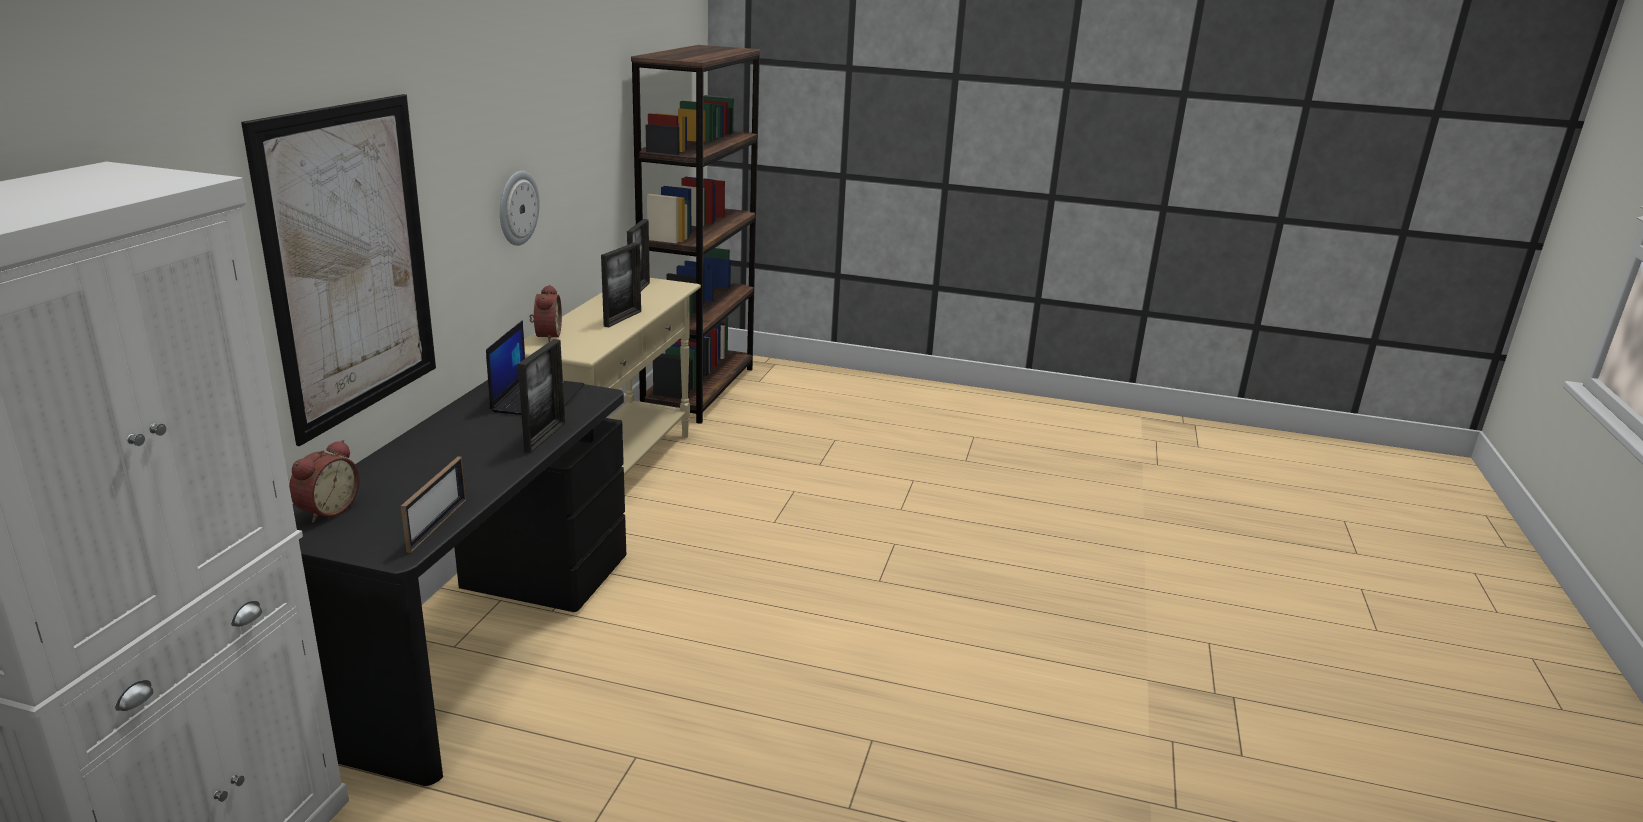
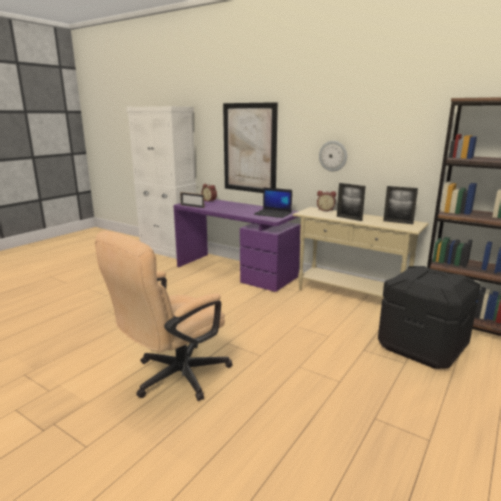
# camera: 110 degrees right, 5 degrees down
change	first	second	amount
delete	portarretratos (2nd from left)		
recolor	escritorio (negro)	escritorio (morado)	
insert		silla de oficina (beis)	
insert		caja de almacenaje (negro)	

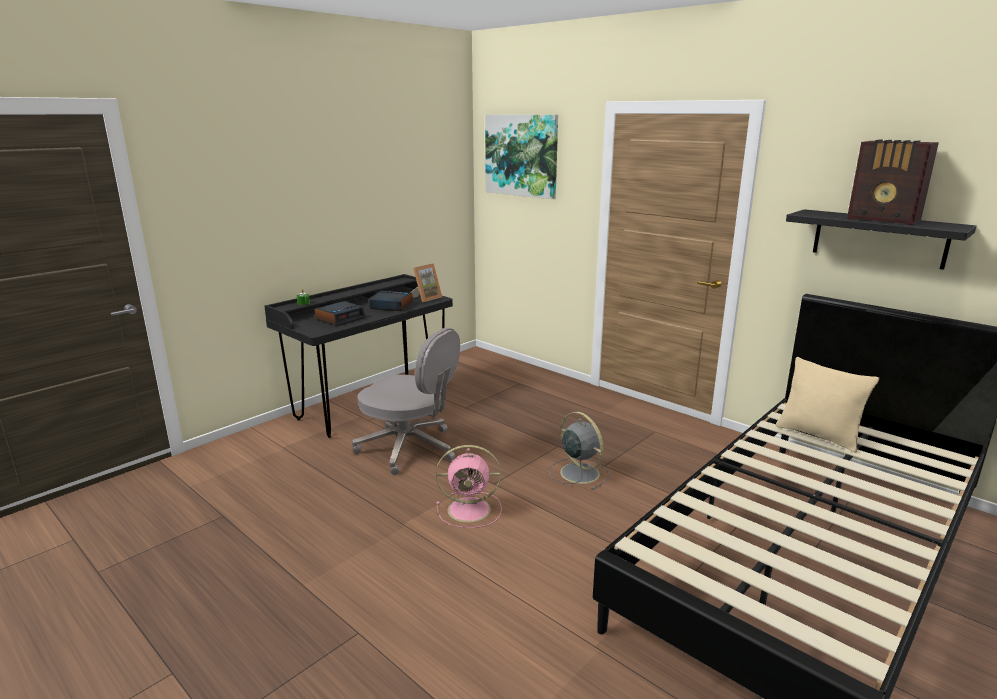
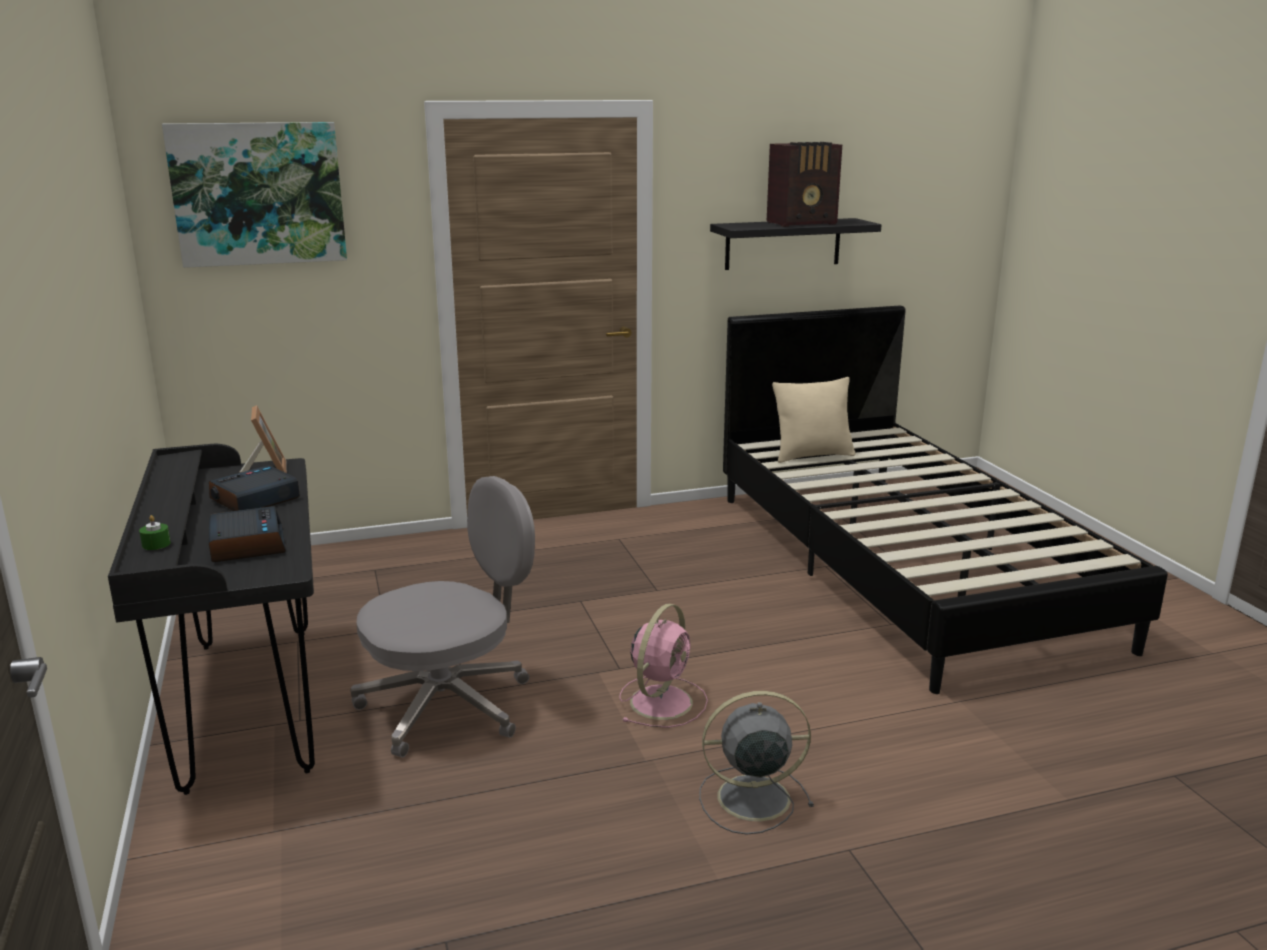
# camera: 60 degrees left, 0 degrees up
change	first	second	amount
move	ventilador (gris)		

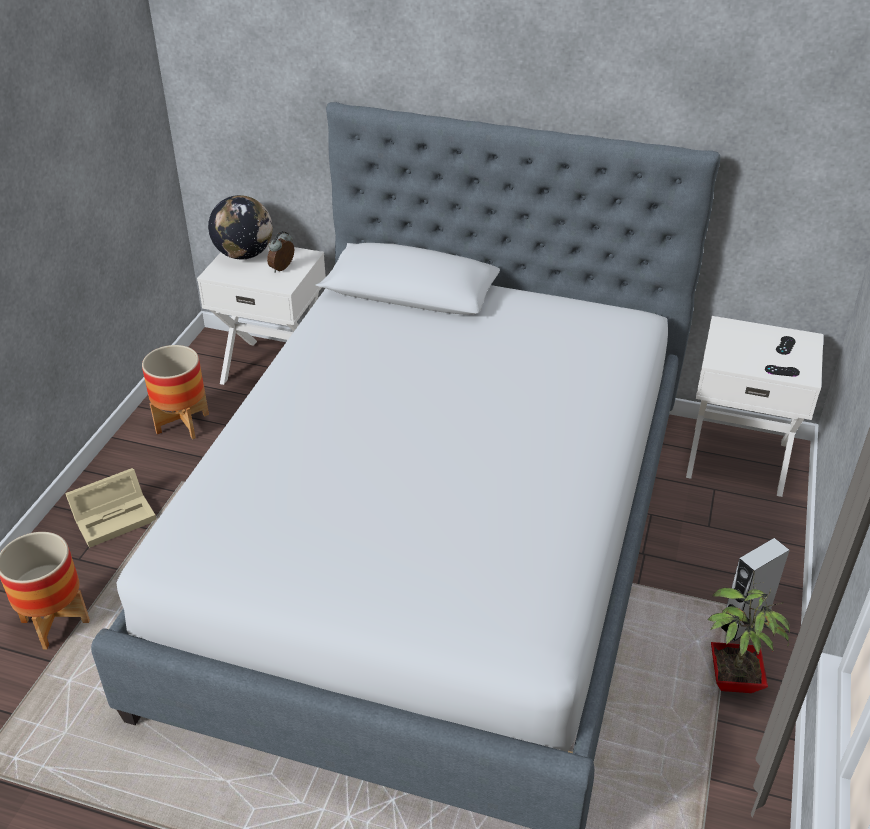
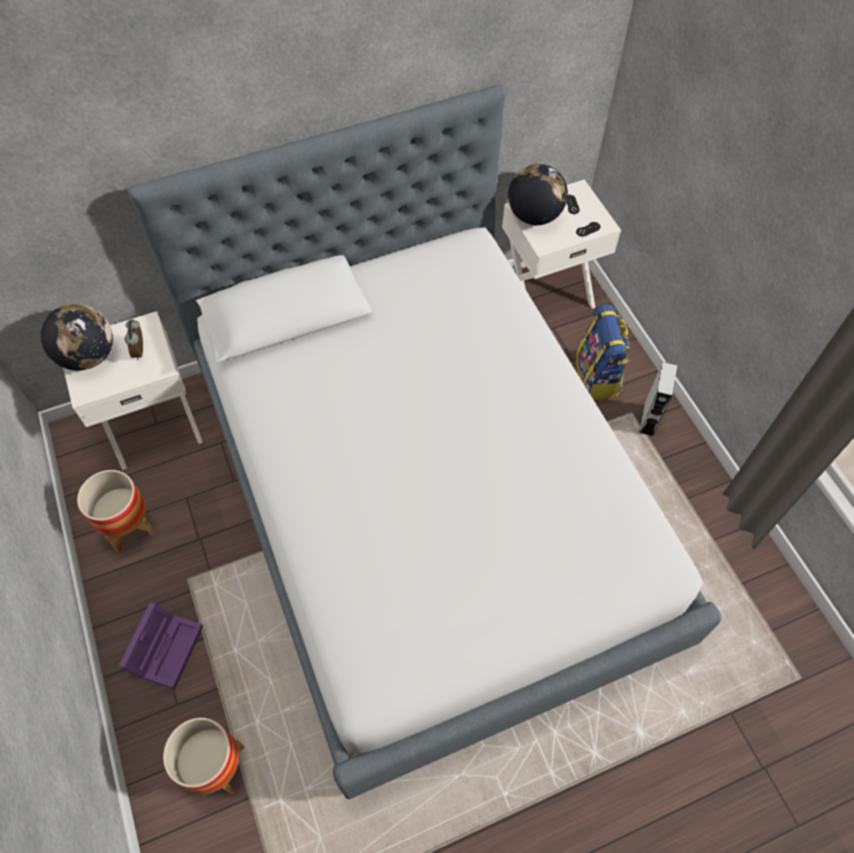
# camera: 40 degrees left, 20 degrees up
change	first	second	amount
recolor	caja de almacenaje (beis)	caja de almacenaje (morado)	
delete	planta en maceta		
insert		globo terráqueo (2nd from left)	
insert		mochila	

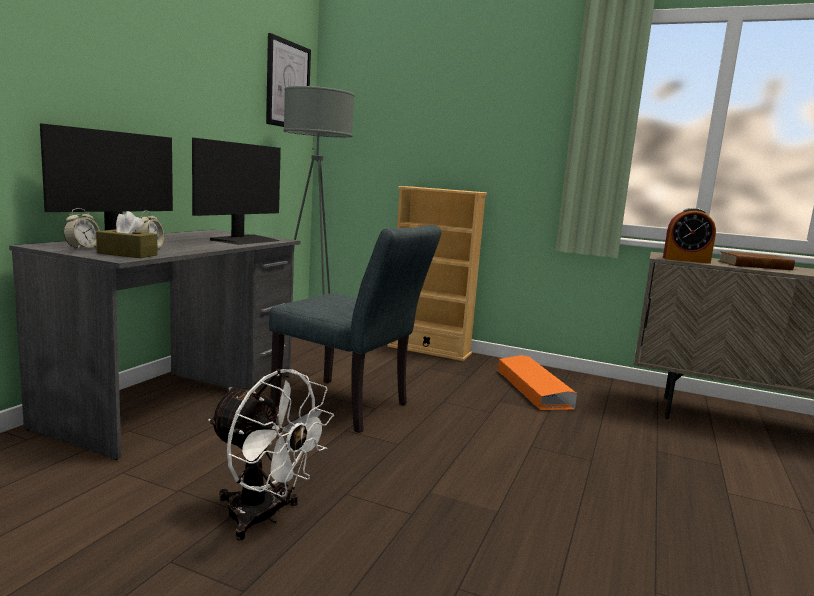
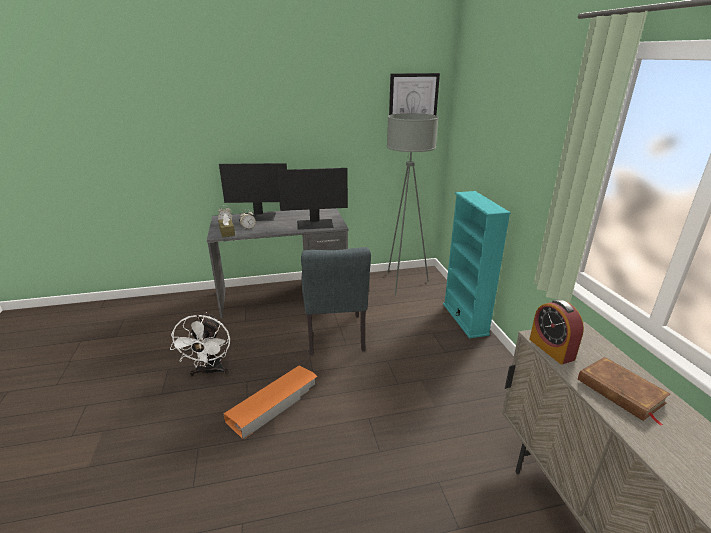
# camera: 55 degrees right, 15 degrees up
change	first	second	amount
recolor	estantería (beis)	estantería (turquesa)	
move	caja de almacenaje (naranja)		

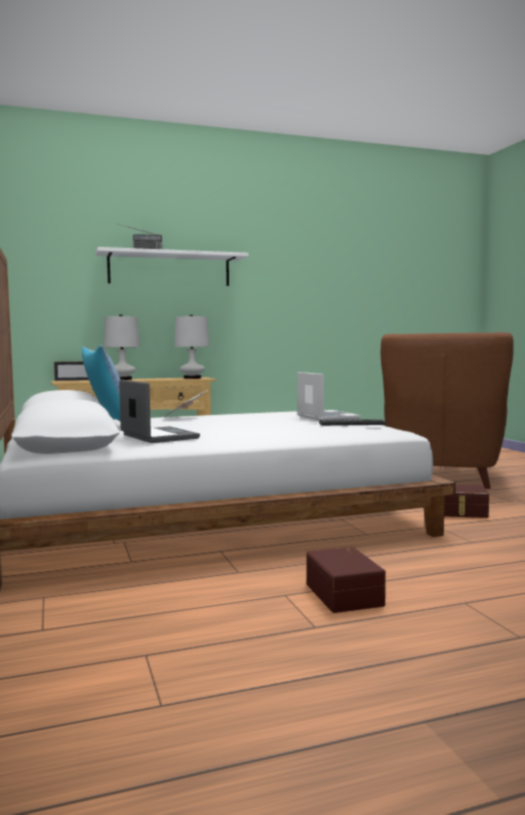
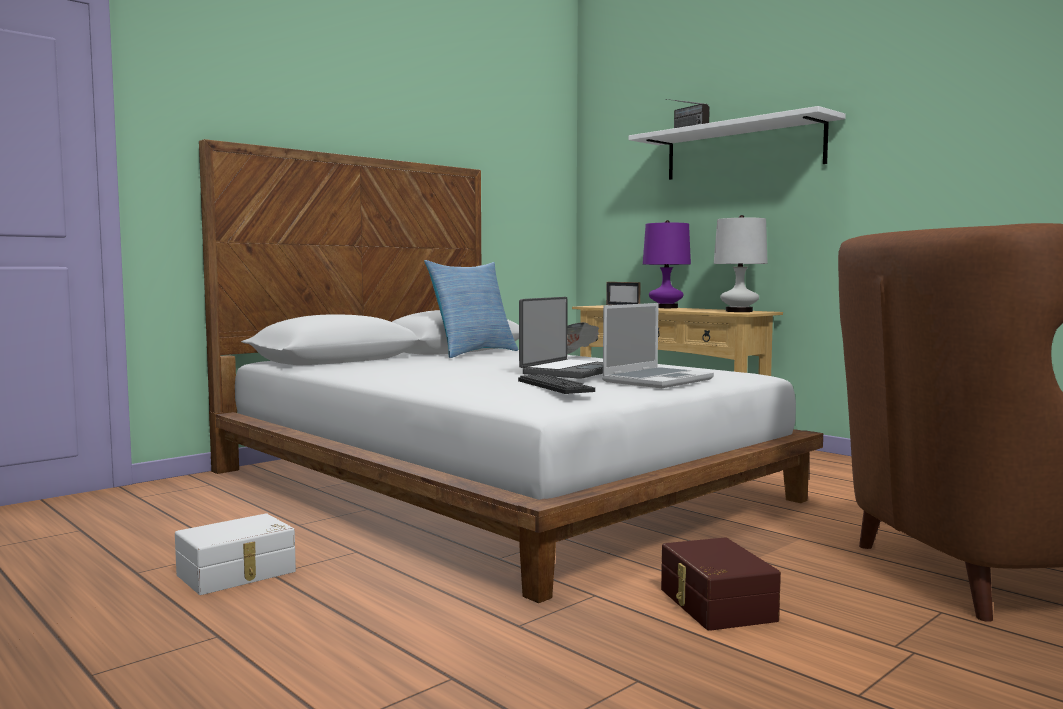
# camera: 65 degrees right, 0 degrees up
change	first	second	amount
recolor	lámpara de mesa (blanco) (1st from left)	lámpara de mesa (morado)	
move	portátil (1st from left)		
recolor	caja de almacenaje (marrón) (1st from left)	caja de almacenaje (blanco)	

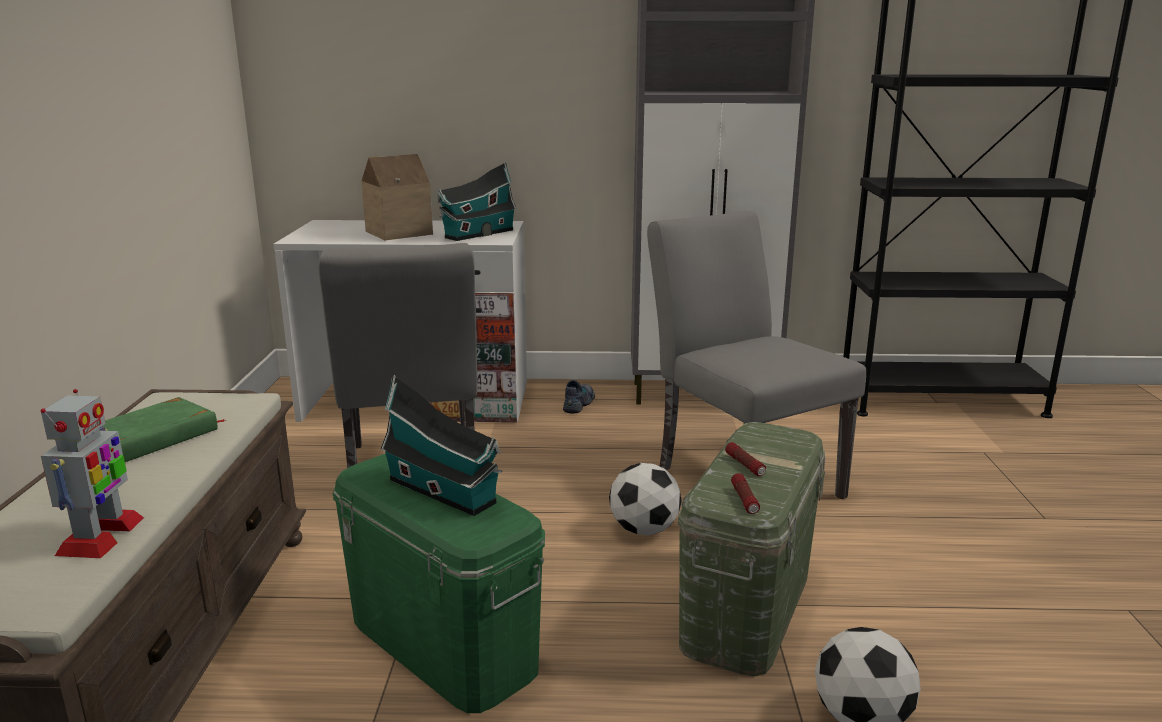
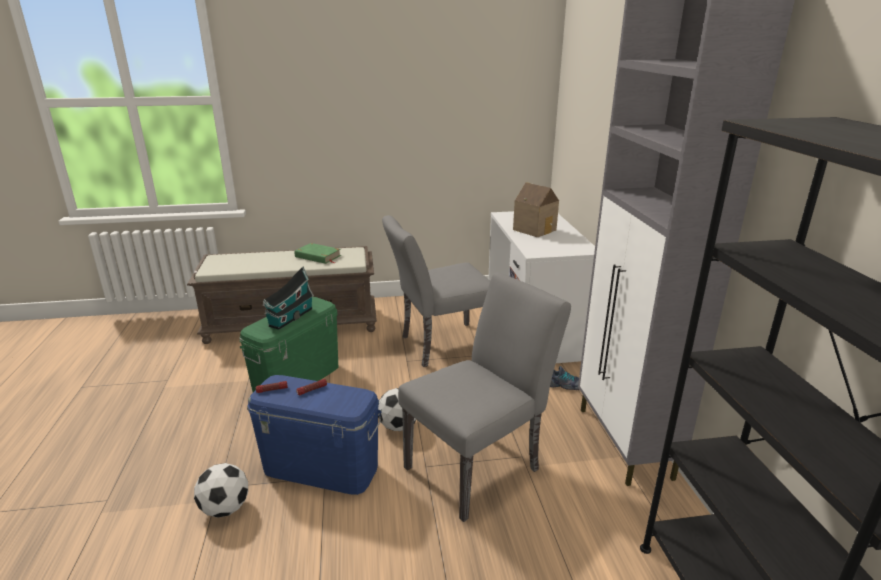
# camera: 80 degrees right, 5 degrees up
change	first	second	amount
delete	casita (3rd from left)		
delete	robot de juguete		
recolor	caja de almacenaje (verde) (2nd from left)	caja de almacenaje (azul)	

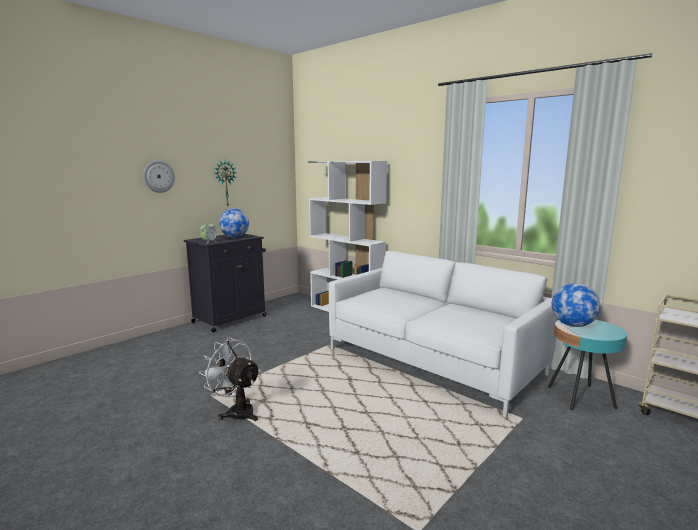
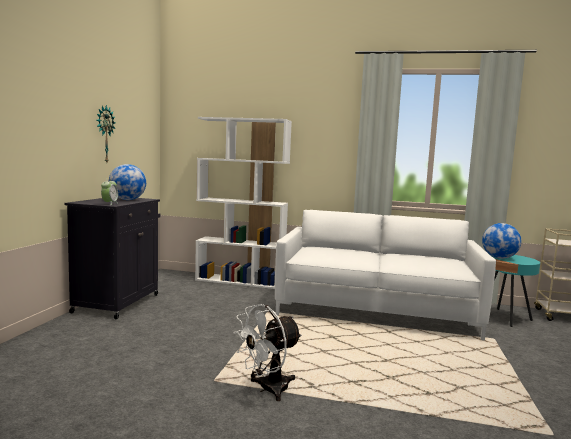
# camera: 30 degrees left, 5 degrees down
change	first	second	amount
delete	reloj de pared (1st from left)		
rotate	ventilador (blanco)		45 degrees counterclockwise

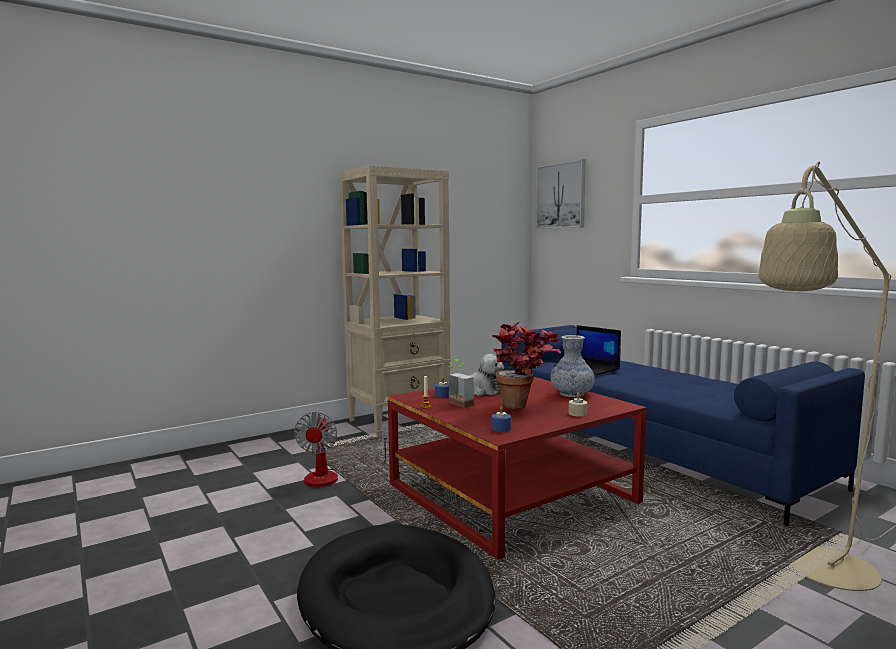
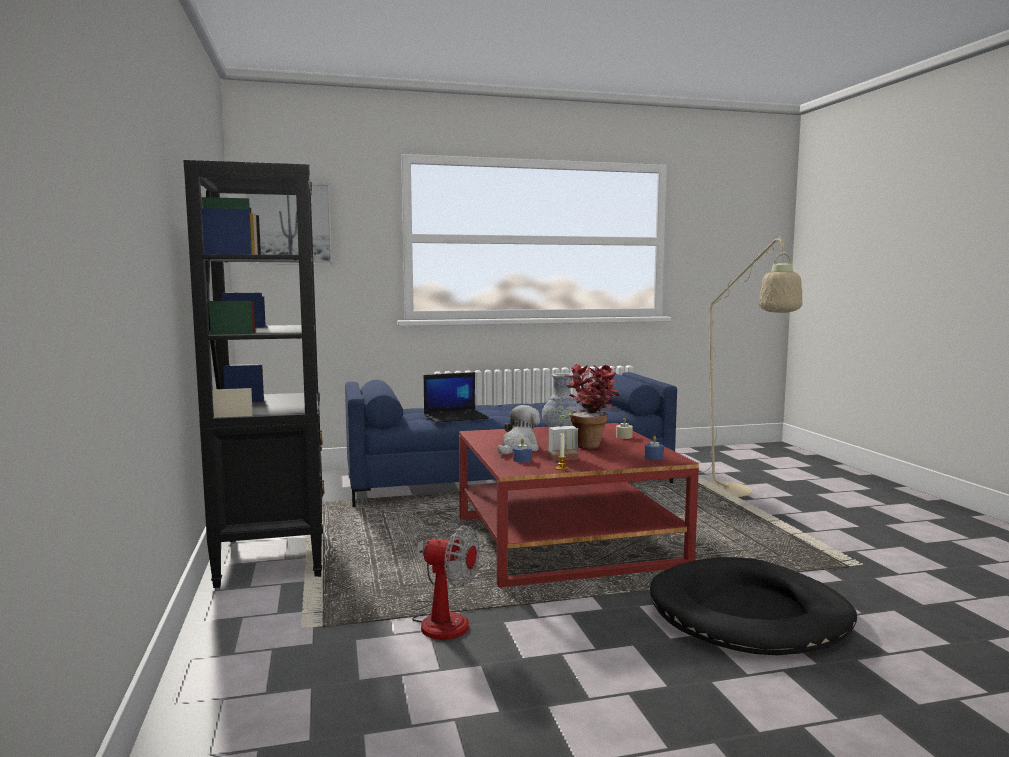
# camera: 70 degrees left, 0 degrees up
change	first	second	amount
recolor	estantería (beis)	estantería (negro)	

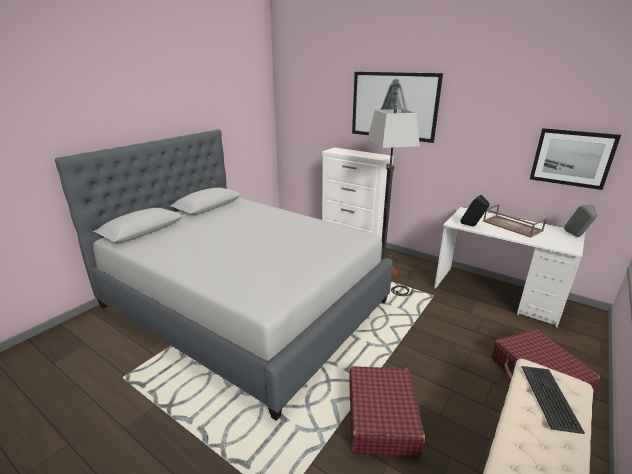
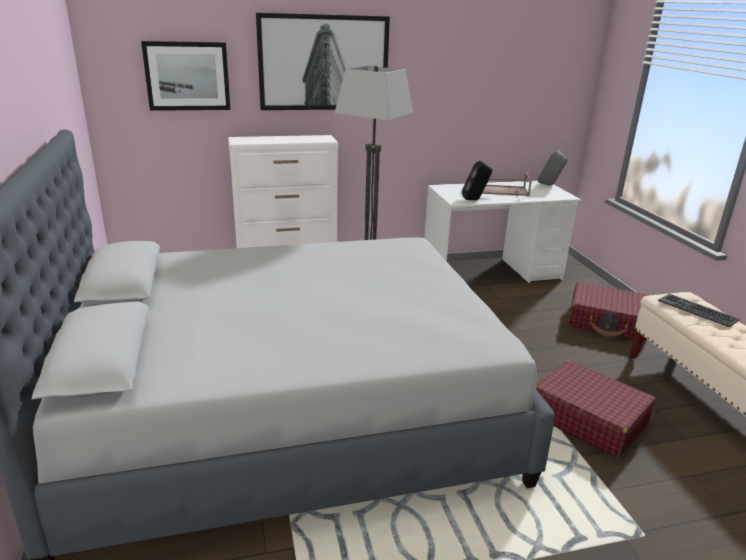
# camera: 50 degrees left, 0 degrees up
change	first	second	amount
move	cuadro (2nd from left in the first image)	cuadro (1st from left)	

